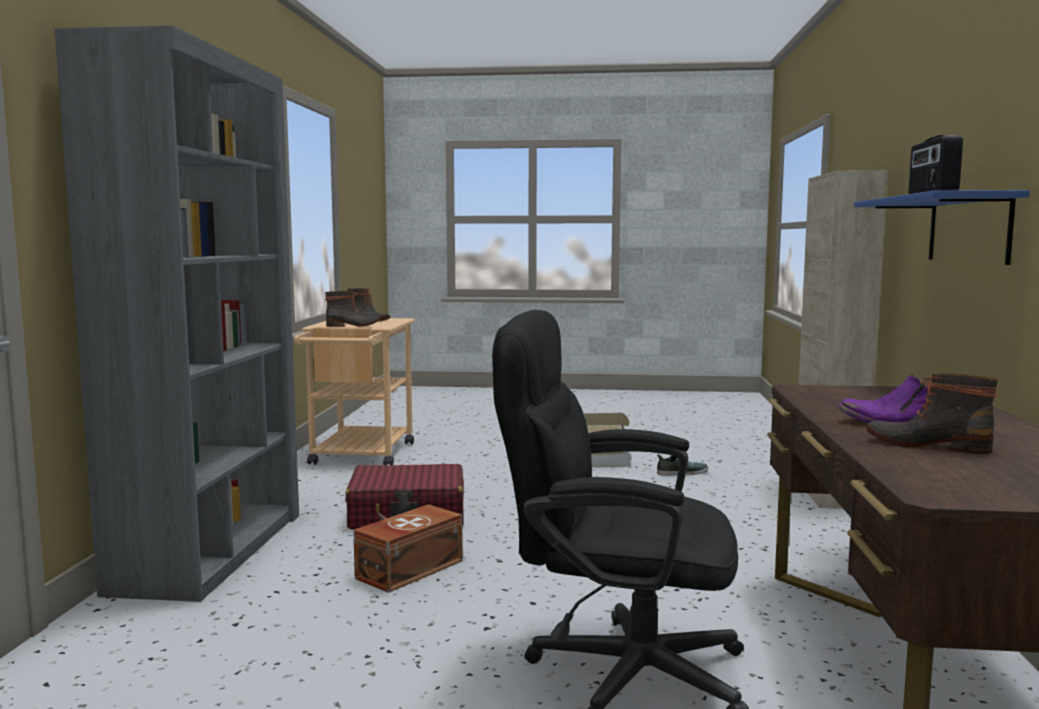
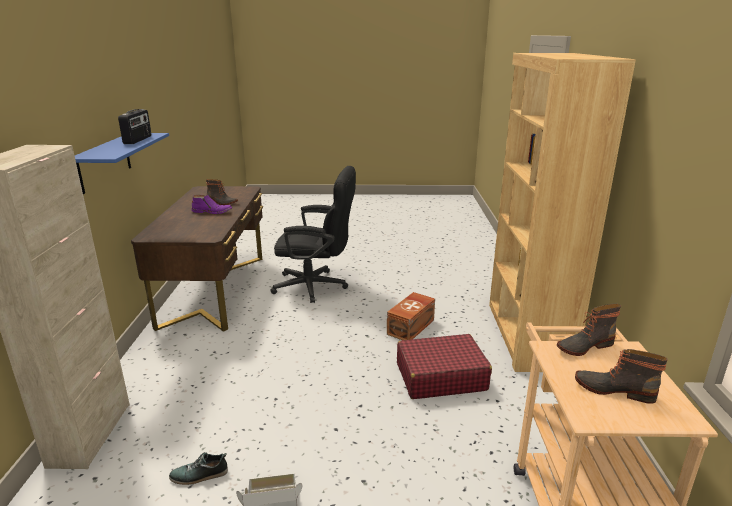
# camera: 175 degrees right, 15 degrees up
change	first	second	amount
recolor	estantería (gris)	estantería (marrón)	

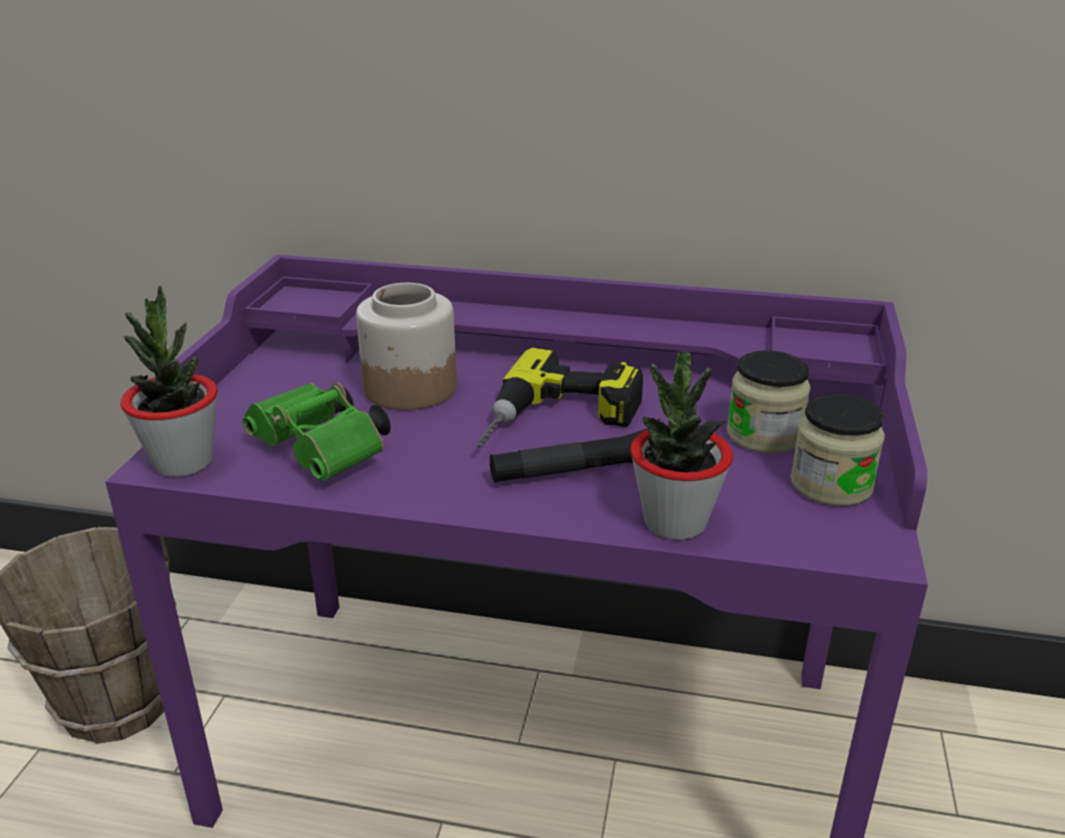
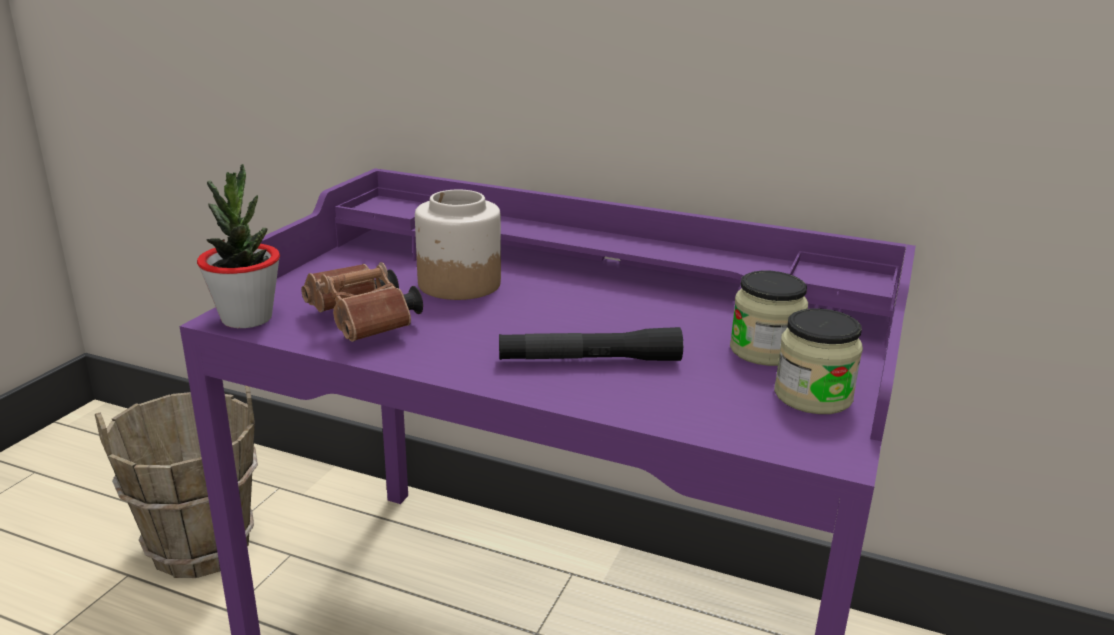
# camera: 10 degrees right, 5 degrees down
change	first	second	amount
delete	taladro		
delete	planta en maceta (2nd from left)		
recolor	prismáticos (verde)	prismáticos (marrón)	

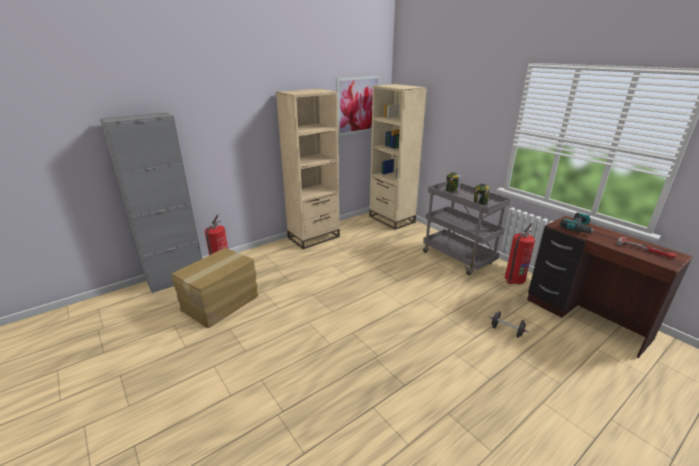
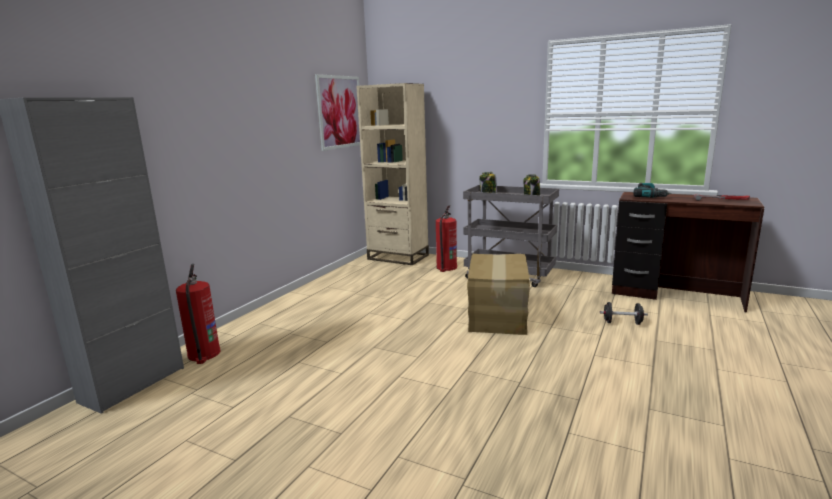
# camera: 25 degrees left, 10 degrees down
change	first	second	amount
delete	estantería (beis) (1st from left)		
move	extintor (2nd from left)		
move	caja de cartón		

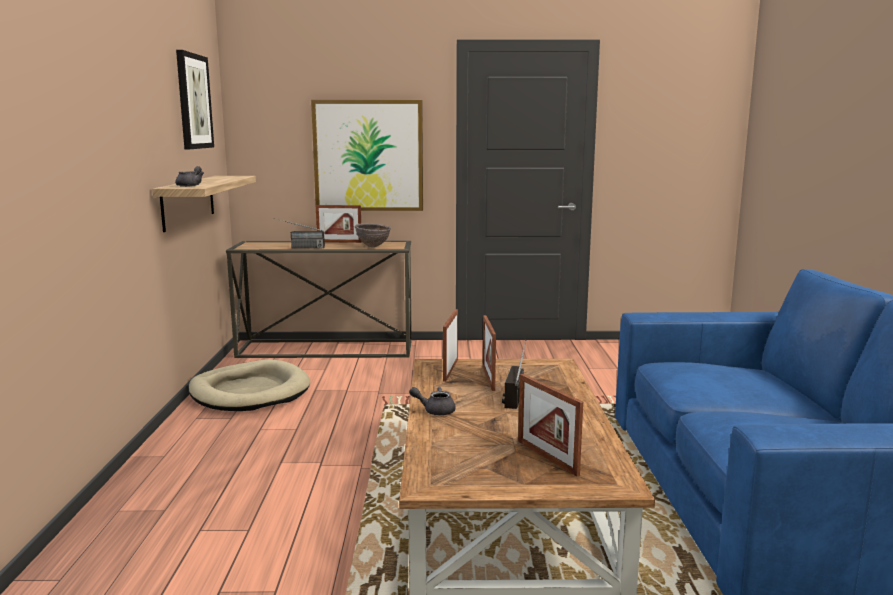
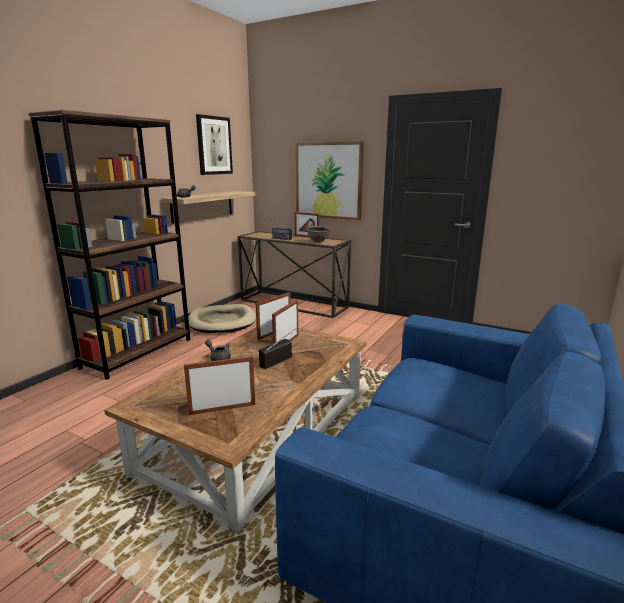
# camera: 30 degrees right, 5 degrees up
change	first	second	amount
rotate	portarretratos (4th from left in the first image)	portarretratos (1st from left)	75 degrees clockwise
insert		estantería (marrón)	

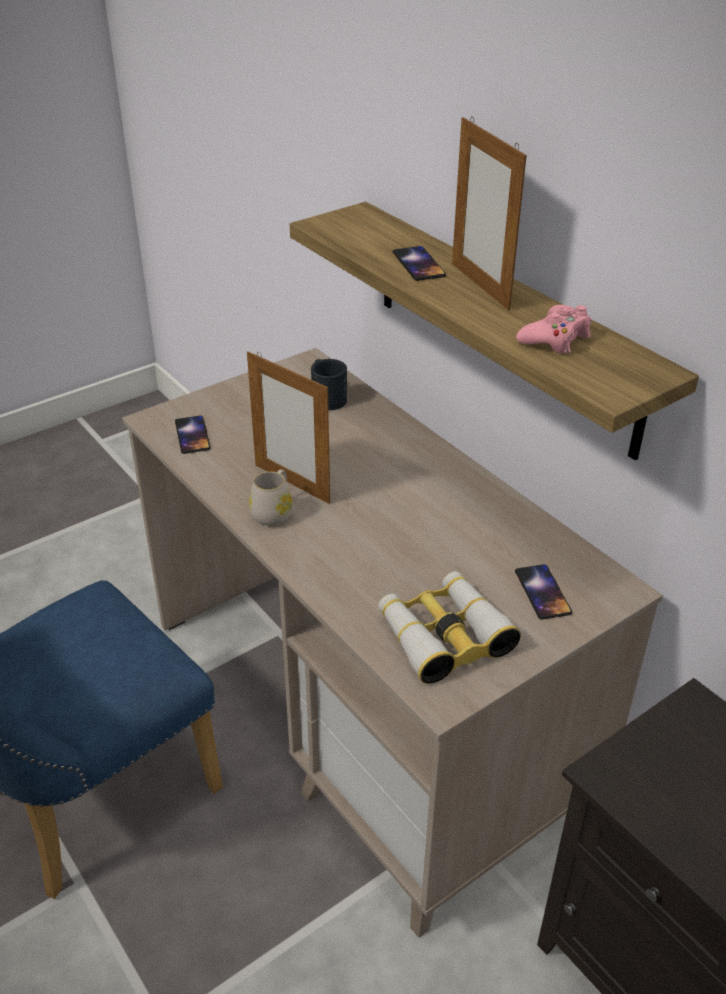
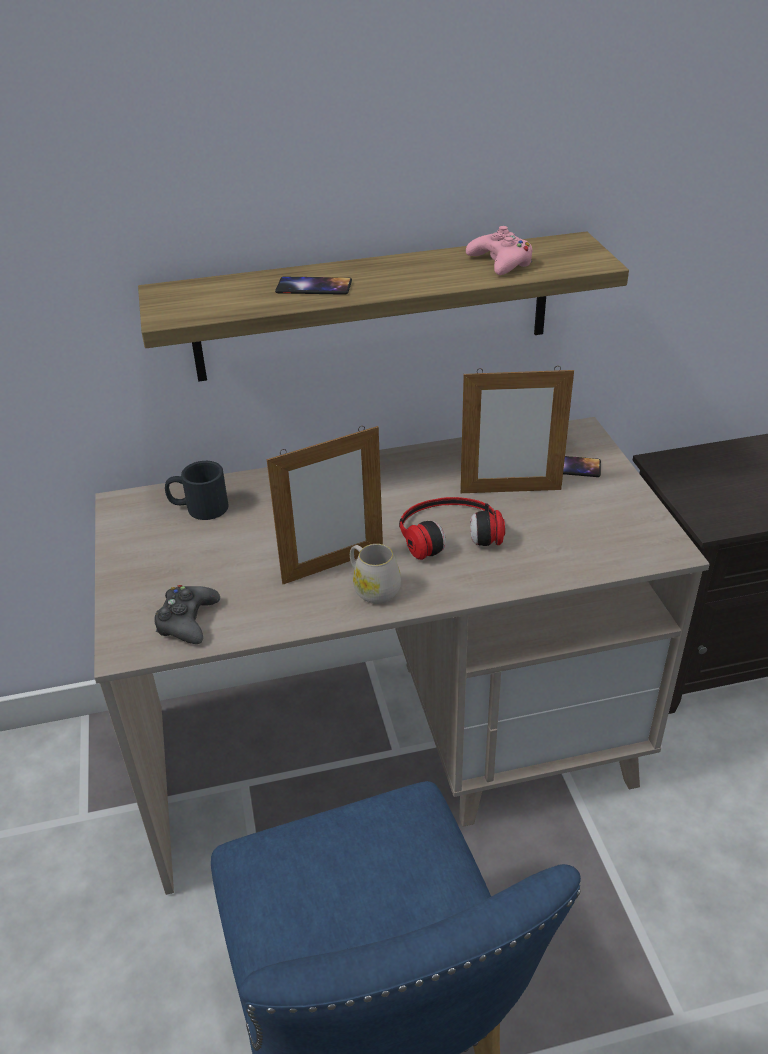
# camera: 65 degrees left, 0 degrees up
change	first	second	amount
move	portarretratos (2nd from left)		
replace	móvil (1st from left)	mando de consola (negro)	
delete	prismáticos		
insert		auriculares	

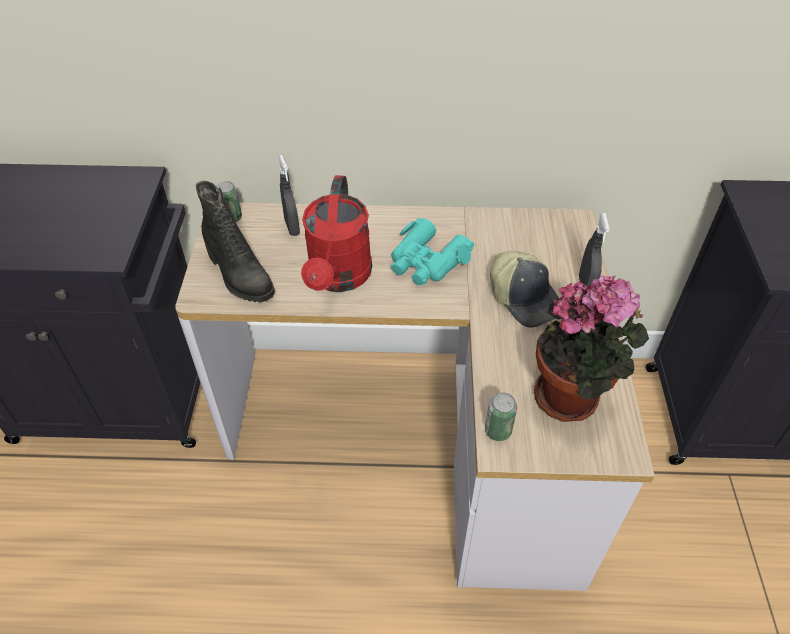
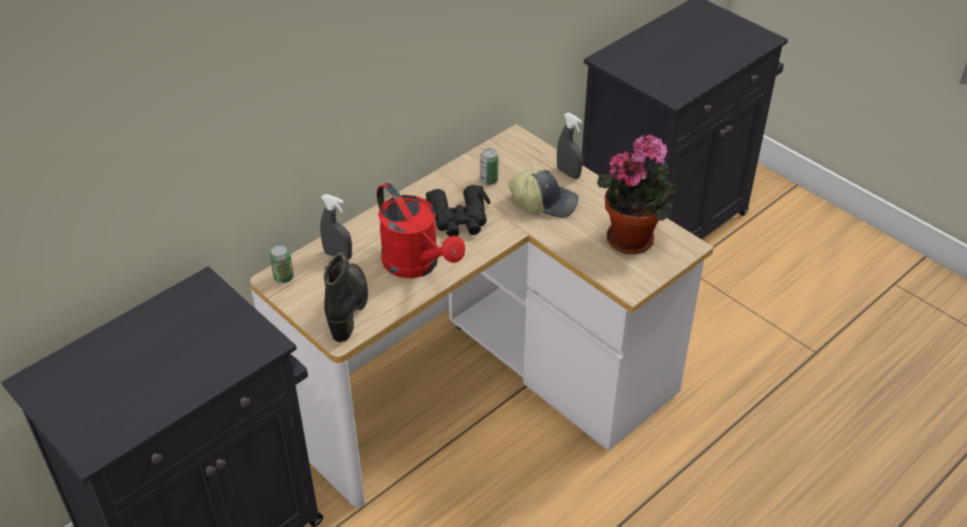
# camera: 45 degrees left, 5 degrees down
change	first	second	amount
rotate	bota (negro)		90 degrees counterclockwise
recolor	prismáticos (turquesa)	prismáticos (negro)	
move	lata (2nd from left)		

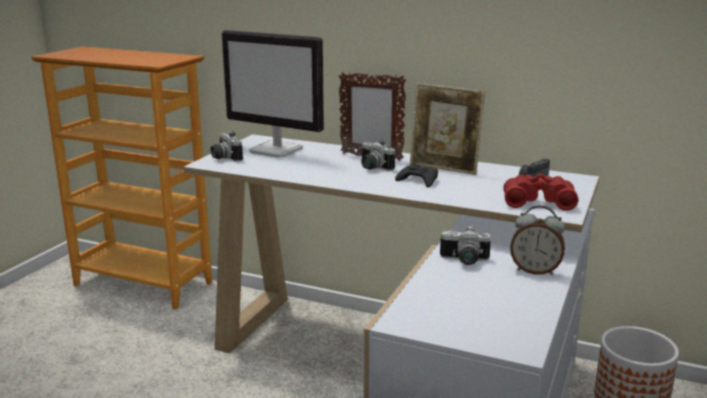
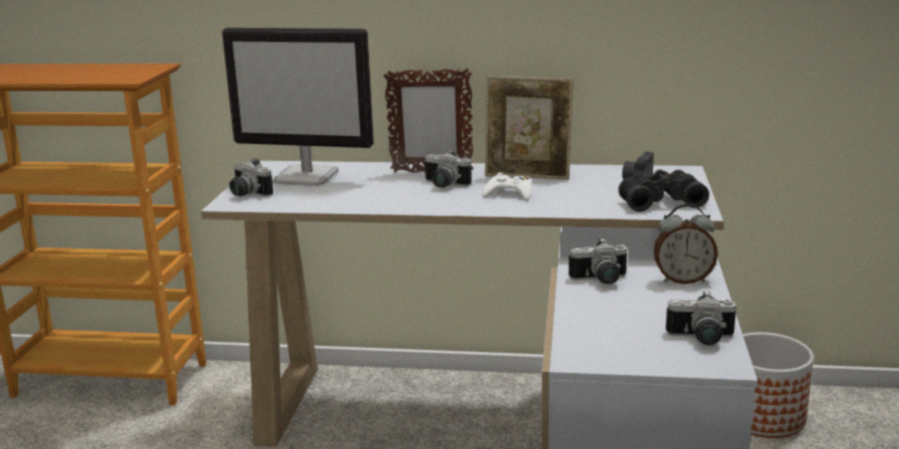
# camera: 15 degrees left, 0 degrees up
change	first	second	amount
recolor	mando de consola (negro)	mando de consola (blanco)	
recolor	prismáticos (rojo)	prismáticos (negro)	
insert		cámara (5th from left)	

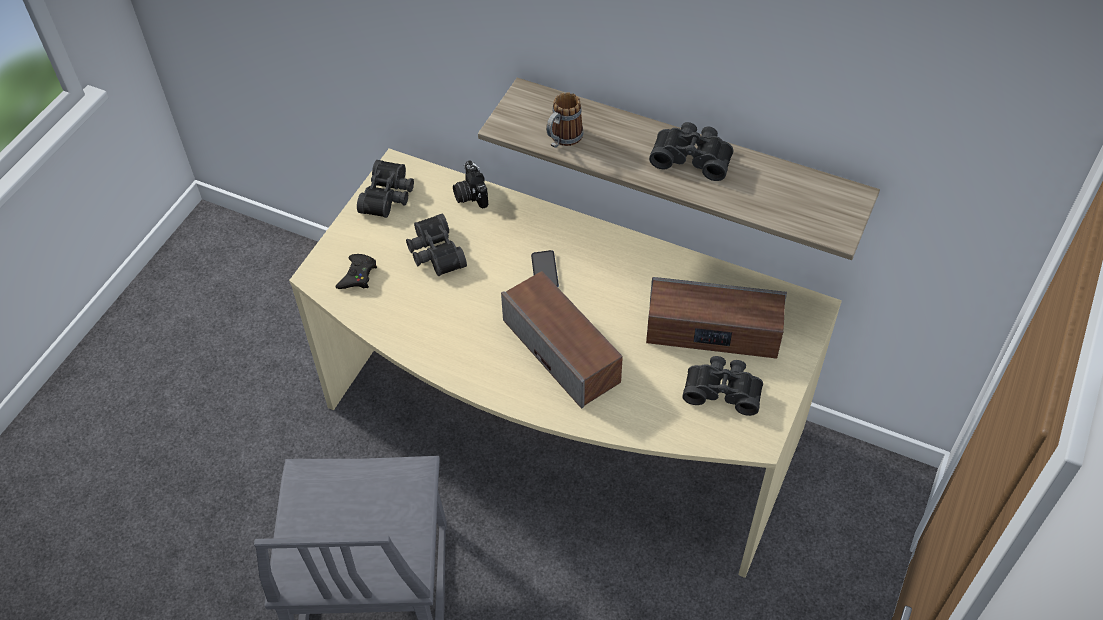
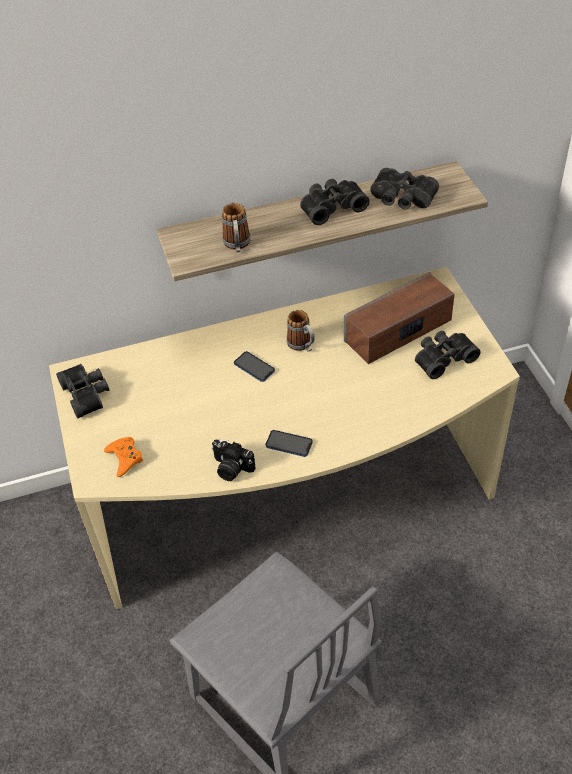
# camera: 40 degrees left, 5 degrees down
change	first	second	amount
move	cámara		
move	prismáticos (negro) (2nd from left in the first image)	prismáticos (negro) (3rd from left)	
recolor	mando de consola (negro)	mando de consola (naranja)	
delete	altavoz (1st from left)		
insert		taza grande (2nd from left)	
insert		móvil (2nd from left)	

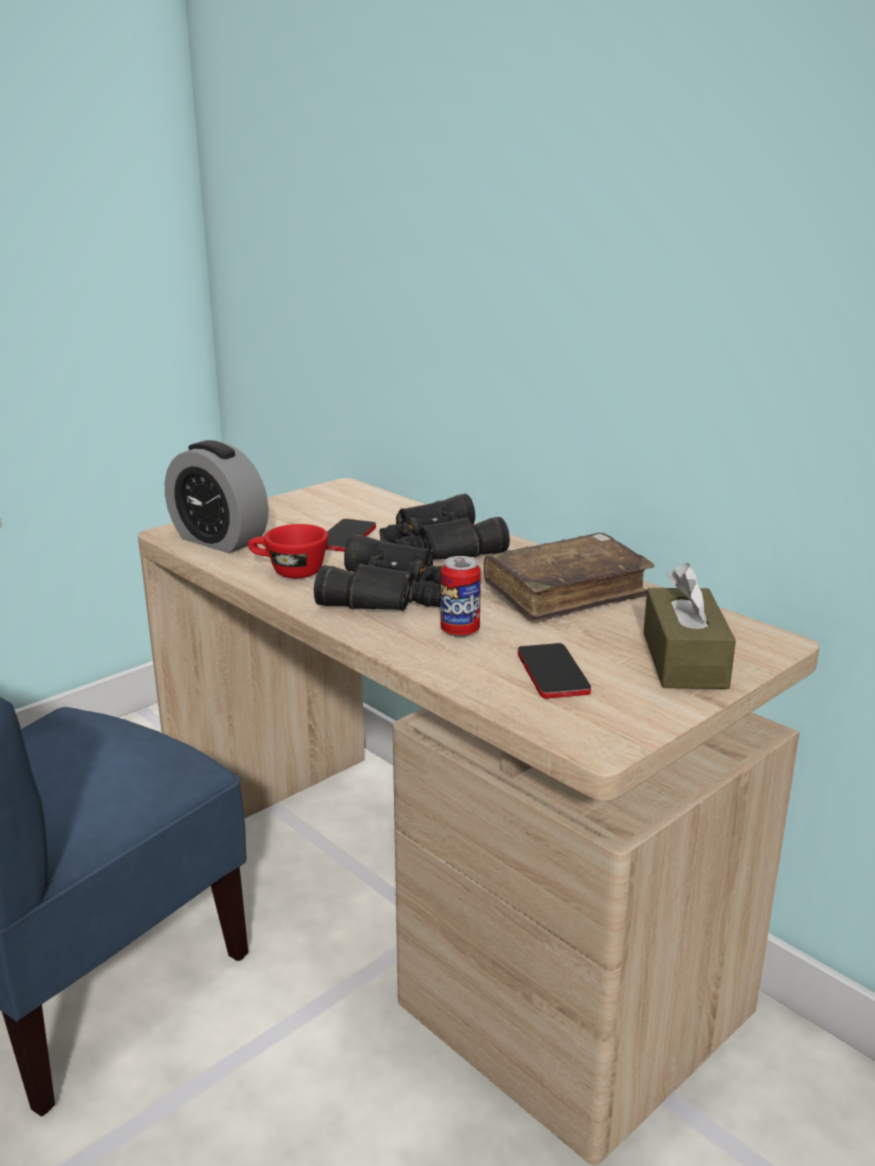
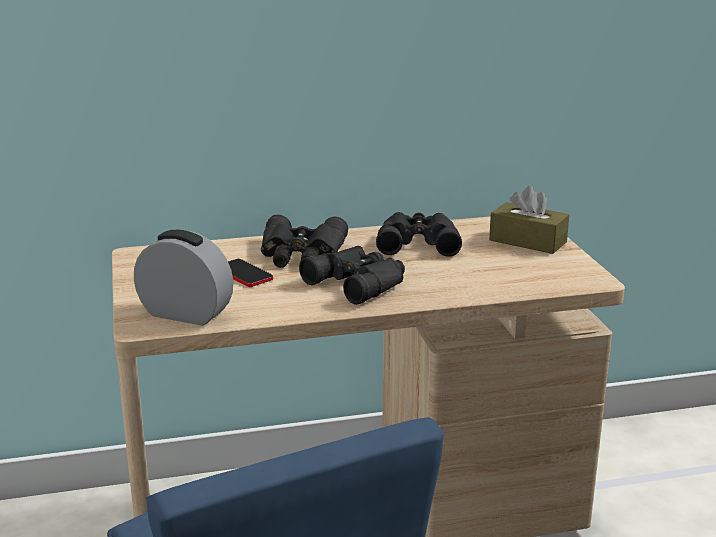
# camera: 60 degrees left, 0 degrees up
change	first	second	amount
rotate	despertador		135 degrees counterclockwise
delete	taza (rojo)		
replace	libro (marrón)	prismáticos (negro) (3rd from left)	
delete	lata		
delete	móvil (2nd from left)		

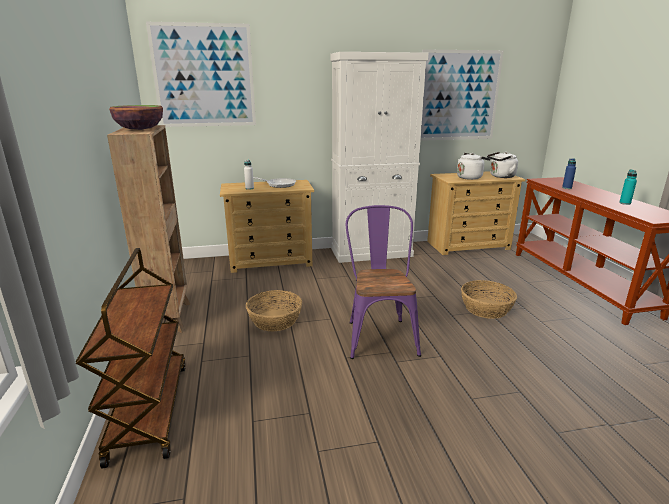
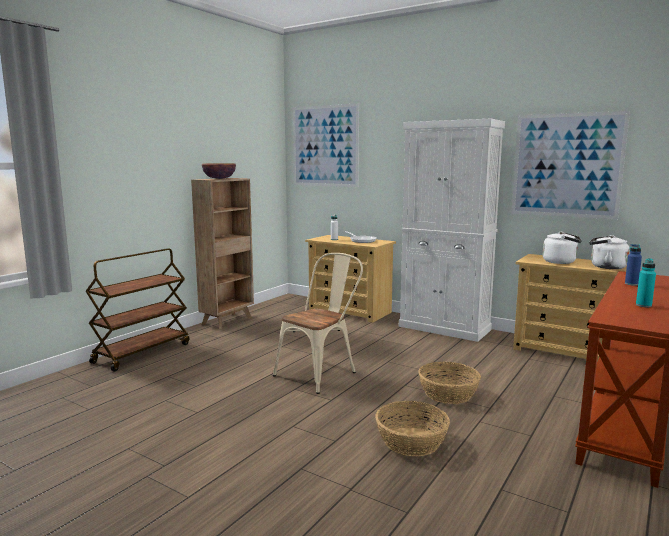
# camera: 45 degrees right, 10 degrees down
change	first	second	amount
recolor	silla (morado)	silla (beis)	
move	cesta (1st from left)		

